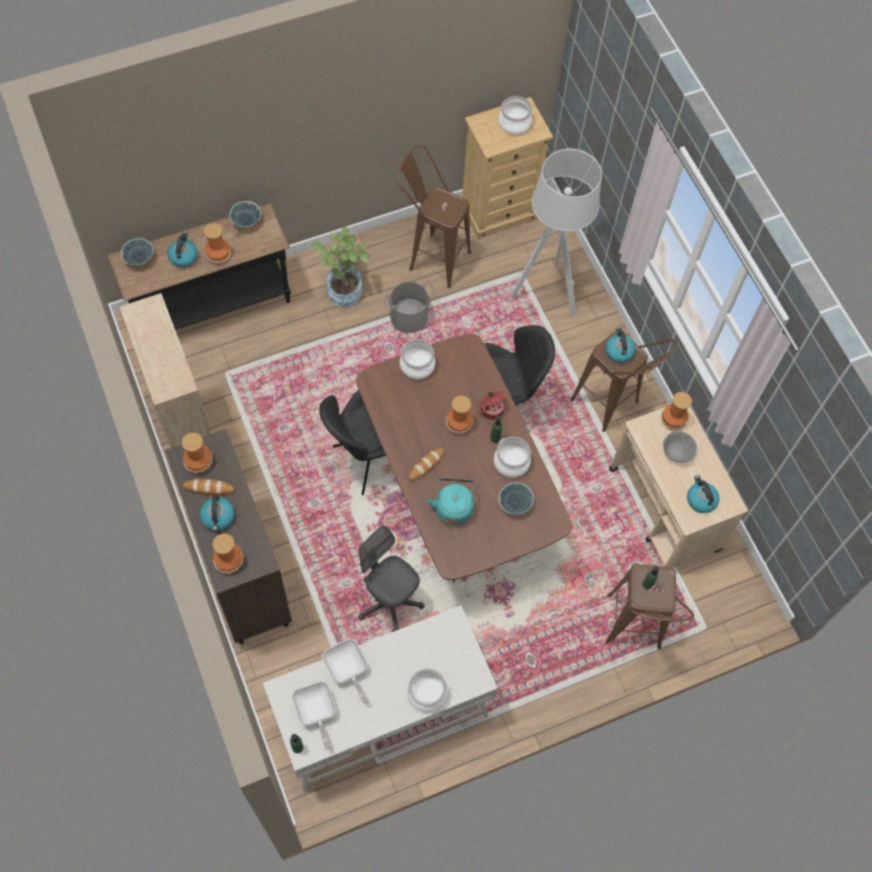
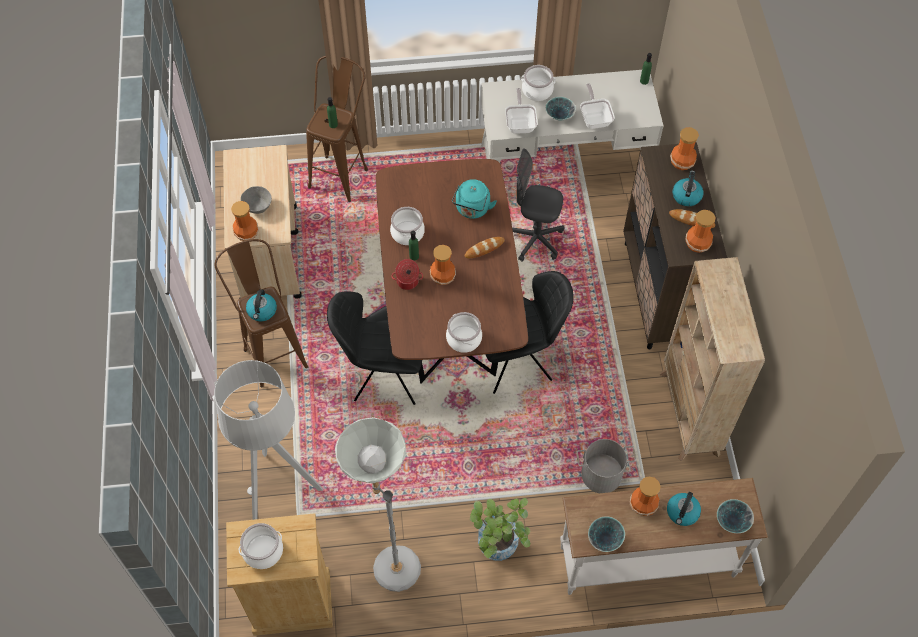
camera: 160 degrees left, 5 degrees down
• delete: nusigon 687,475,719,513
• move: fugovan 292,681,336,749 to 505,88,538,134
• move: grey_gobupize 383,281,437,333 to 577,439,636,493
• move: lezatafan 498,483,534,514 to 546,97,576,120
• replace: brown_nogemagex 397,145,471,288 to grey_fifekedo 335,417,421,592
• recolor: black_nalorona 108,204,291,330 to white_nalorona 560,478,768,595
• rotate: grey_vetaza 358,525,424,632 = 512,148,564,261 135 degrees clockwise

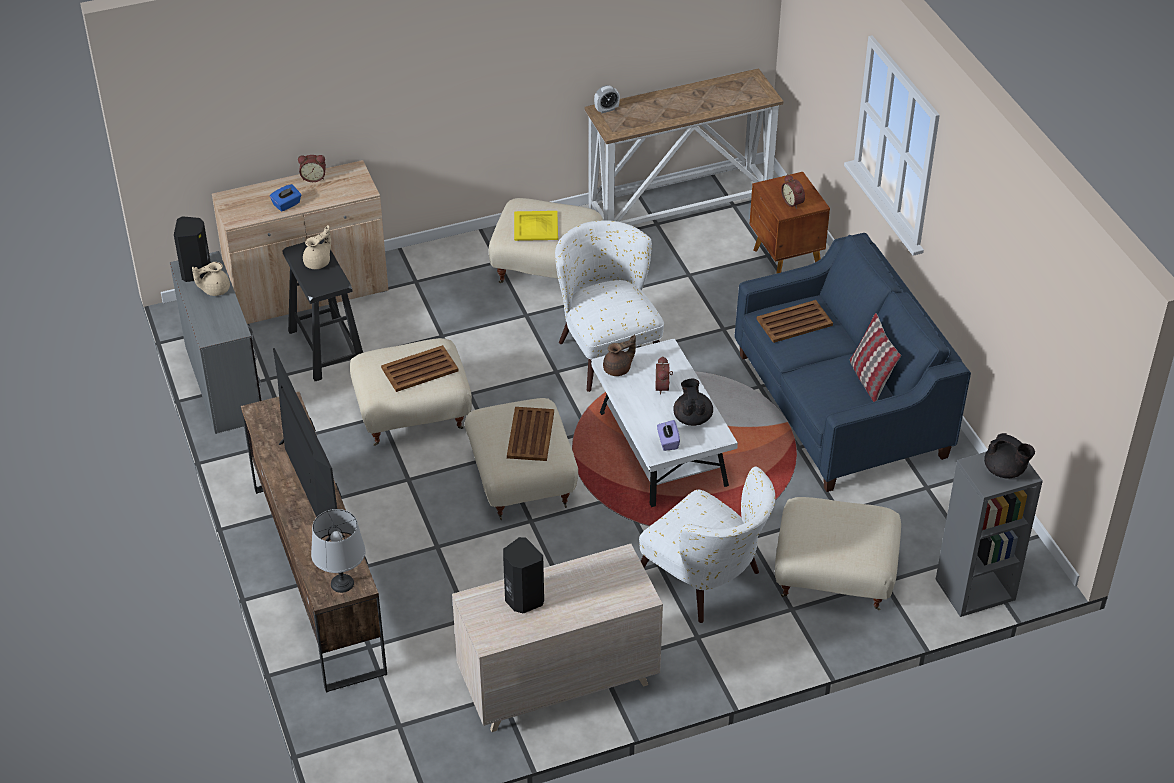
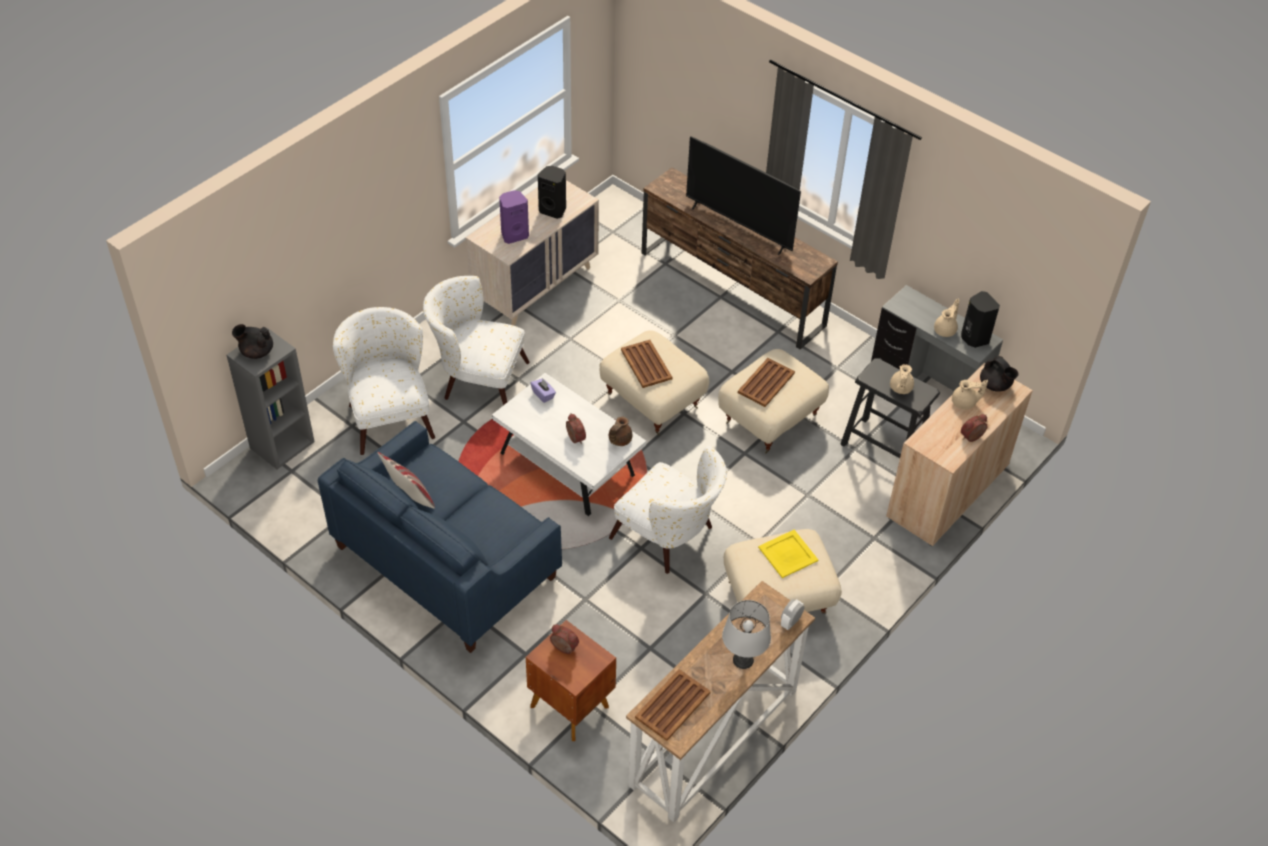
camera: 150 degrees right, 5 degrees up
• insert: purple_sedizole 499,190,529,244
• move: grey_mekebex 311,509,366,593 to 722,600,771,669
• move: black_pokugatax 673,379,713,426 to 980,356,1018,392
• move: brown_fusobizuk 757,300,833,343 to 635,669,711,741
• replace: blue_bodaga 270,184,301,212 to beige_pokugatax 952,380,988,409
• replace: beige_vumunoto 775,497,901,610 to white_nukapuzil 333,307,435,455

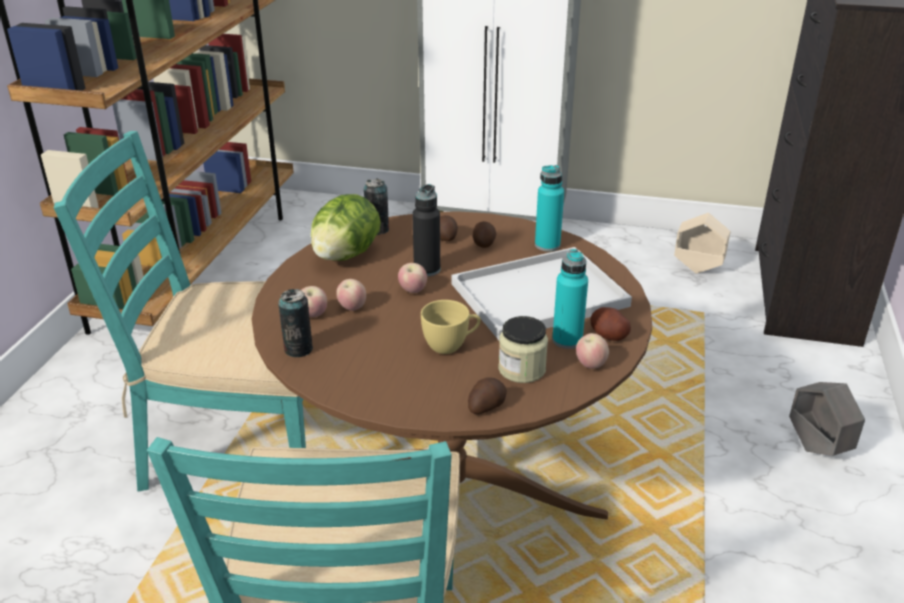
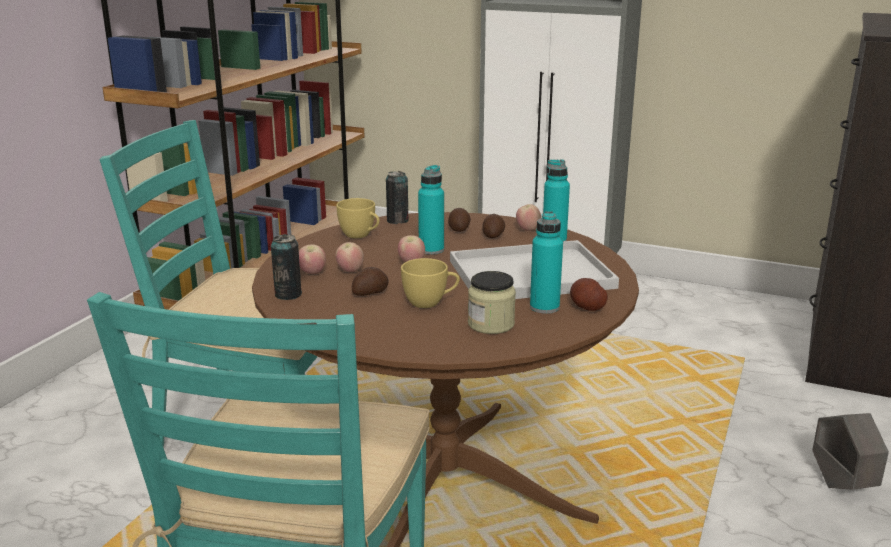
camera: 10 degrees right, 10 degrees down
• delete: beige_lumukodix 674,213,731,274
• move: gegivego 468,377,507,414 to 352,267,389,296
• move: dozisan 576,333,609,369 to 516,204,541,231
• replace: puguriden 311,194,381,261 to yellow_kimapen 336,198,380,238
• recolor: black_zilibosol 412,184,440,276 to turquoise_zilibosol 418,165,444,255

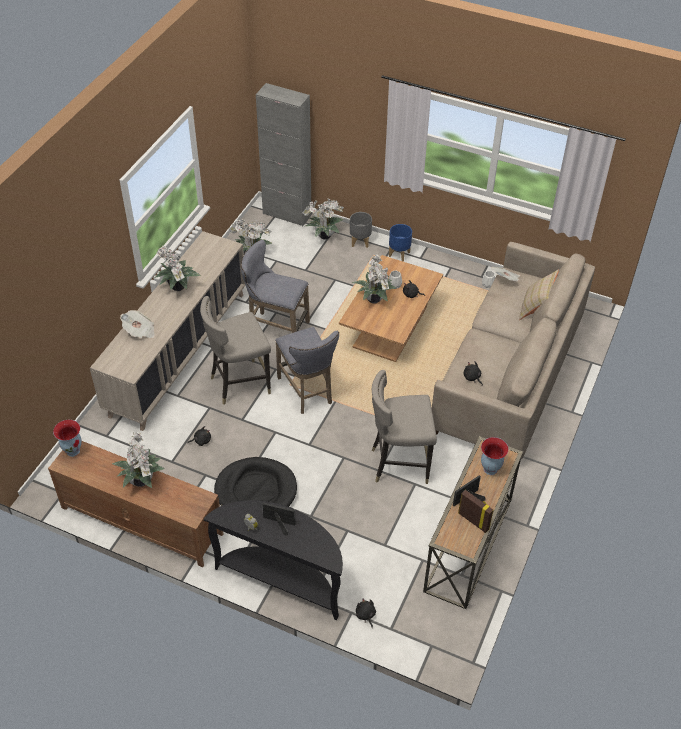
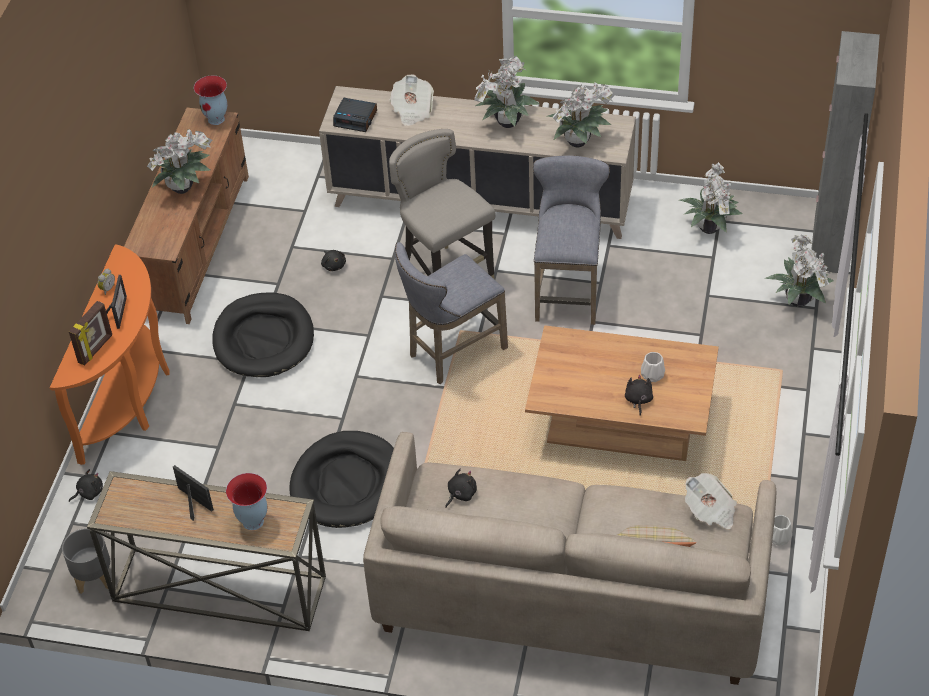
camera: 80 degrees right, 0 degrees up
• delete: blue_lumukodix 389,224,412,261
• insert: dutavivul 333,98,377,132
• move: grey_lumukodix 350,212,372,248 to 62,528,110,594
• move: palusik 352,255,396,304 to 548,83,615,148
• move: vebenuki 458,490,494,533 to 69,301,112,366
• replace: grey_nogemagex 372,370,437,484 to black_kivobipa 289,431,394,528
• recolor: black_nalorona 204,500,343,620 to orange_nalorona 50,244,169,465

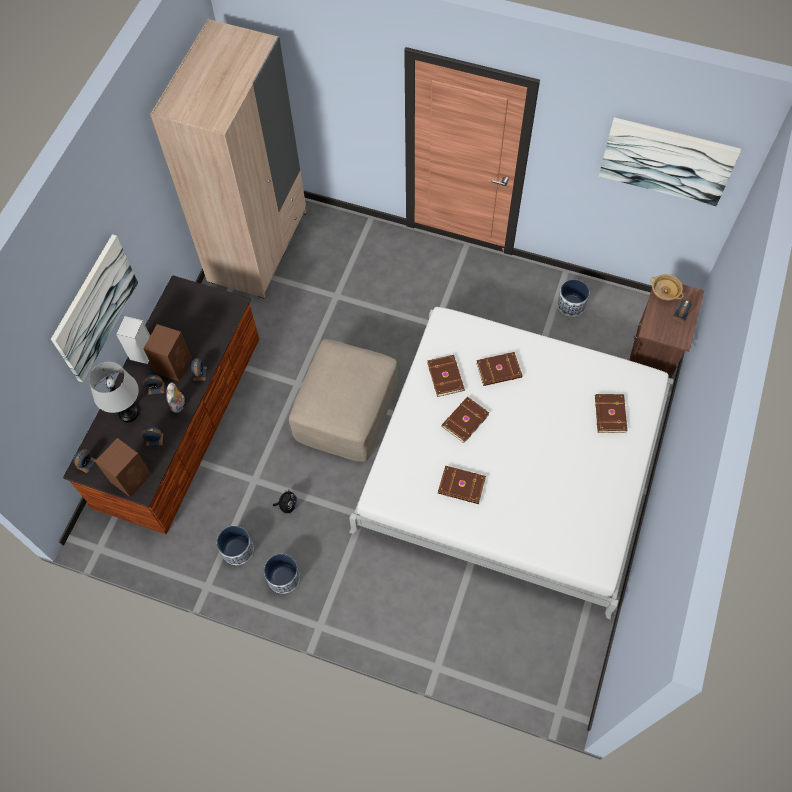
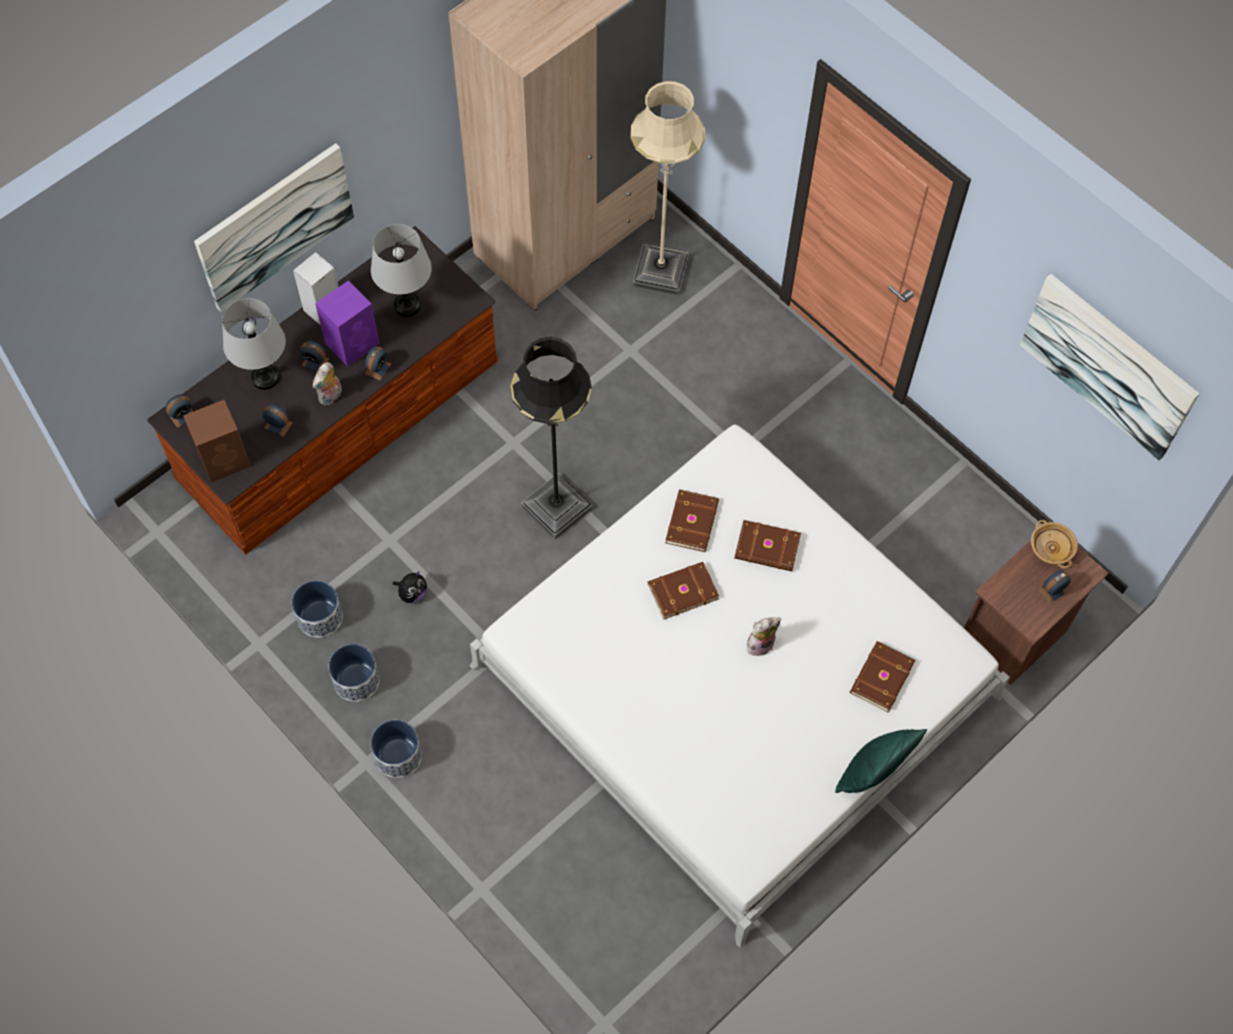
camera: 25 degrees right, 0 degrees up
• delete: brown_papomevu 438,466,486,504
• insert: grey_mekebex 371,224,432,317
• insert: beige_fifekedo 631,81,705,295
• insert: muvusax 747,617,781,656
• insert: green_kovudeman 835,729,927,793
• move: lumukodix 557,279,589,317 to 371,720,422,778
• replace: beige_vumunoto 289,339,398,462 to black_fifekedo 510,337,593,539
• recolor: brown_sedizole 143,324,192,381 to purple_sedizole 315,280,380,367

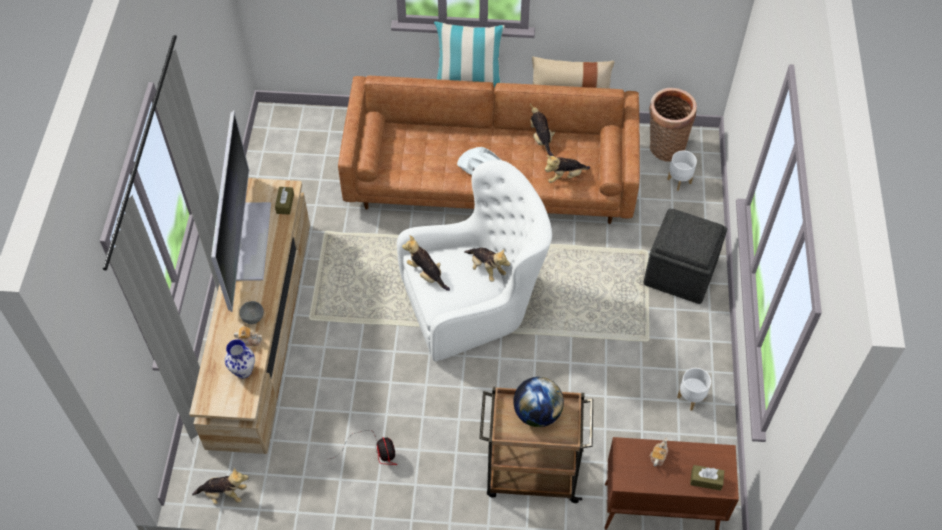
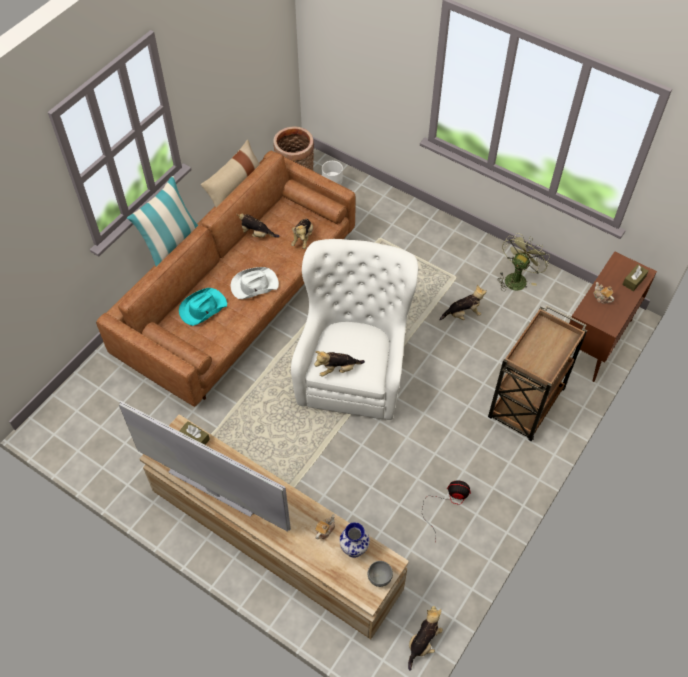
camera: 60 degrees left, 0 degrees up
• delete: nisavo 513,377,564,427
• delete: grey_vumunoto 643,209,727,304
• insert: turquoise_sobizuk 179,288,227,326
• move: grey_lezatafan 239,301,264,324 to 368,561,393,587
• move: muvusax 464,248,510,282 to 439,285,487,321
• replace: white_lumukodix 677,368,711,411 to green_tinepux 497,233,550,291

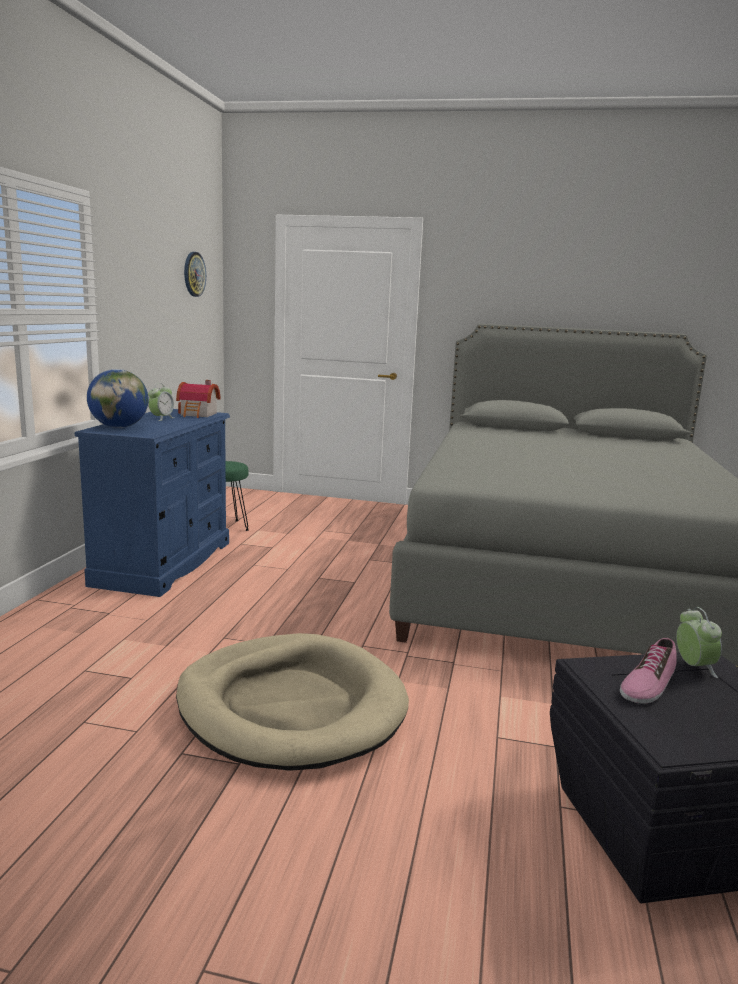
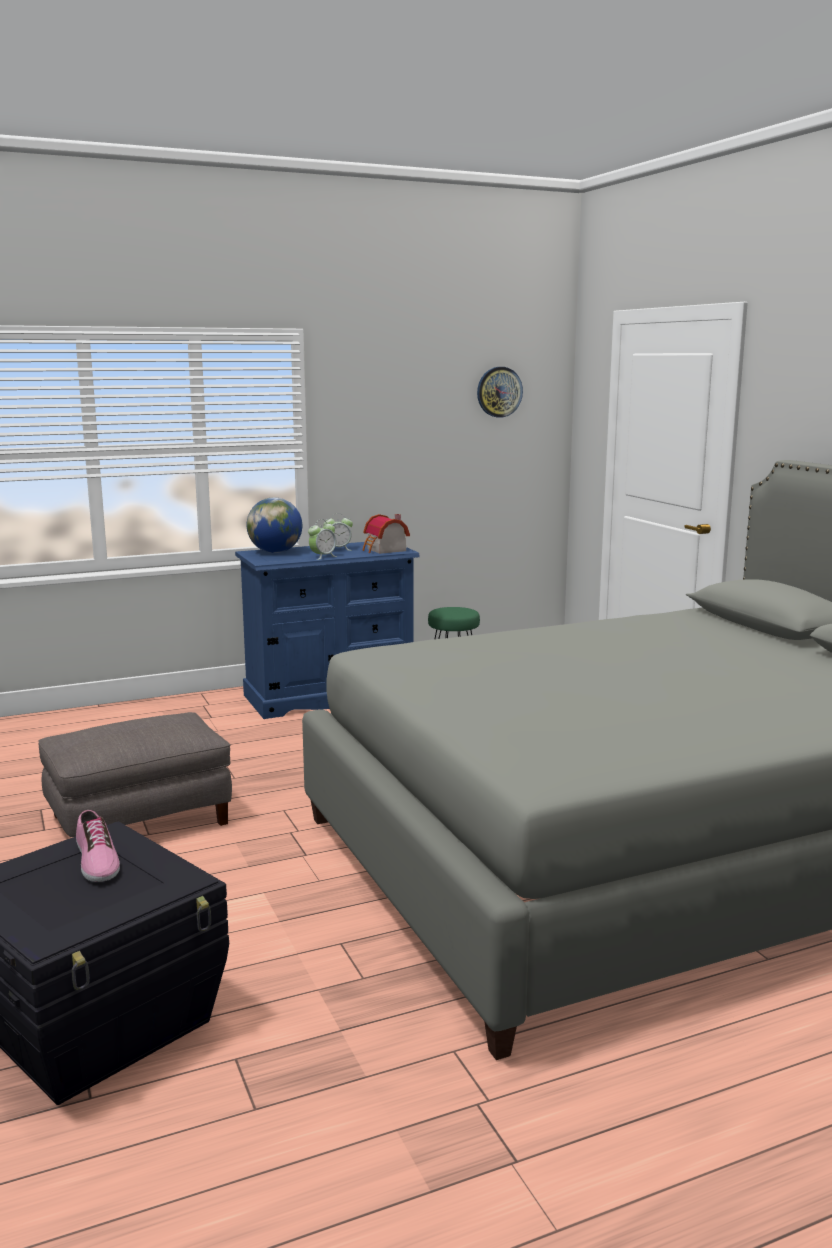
camera: 55 degrees right, 0 degrees up
• move: dutavivul 676,607,722,678 to 308,520,337,560
• replace: beige_kivobipa 176,633,409,771 to grey_vumunoto 39,712,232,837
• rotate: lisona 620,638,677,704 = 76,810,120,882 120 degrees counterclockwise

